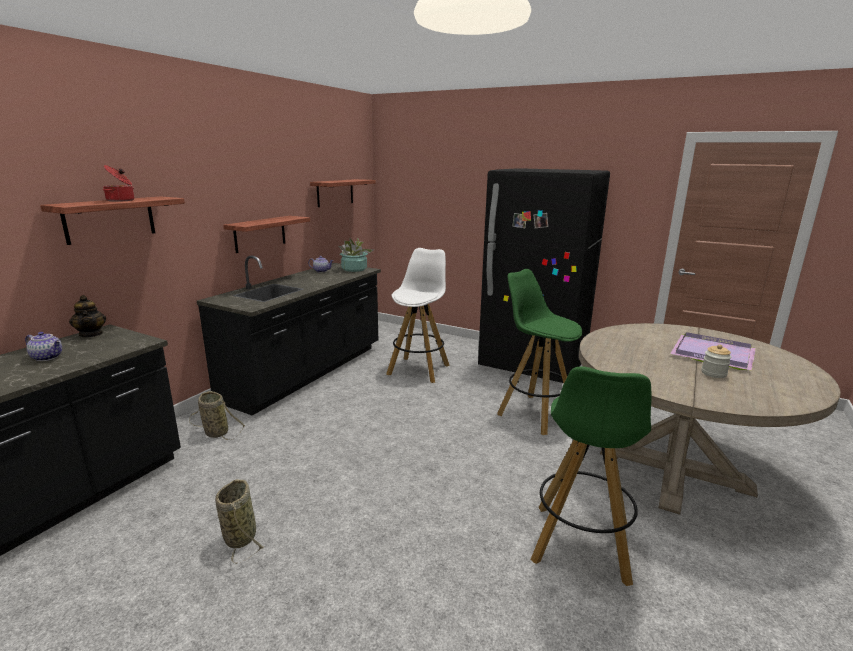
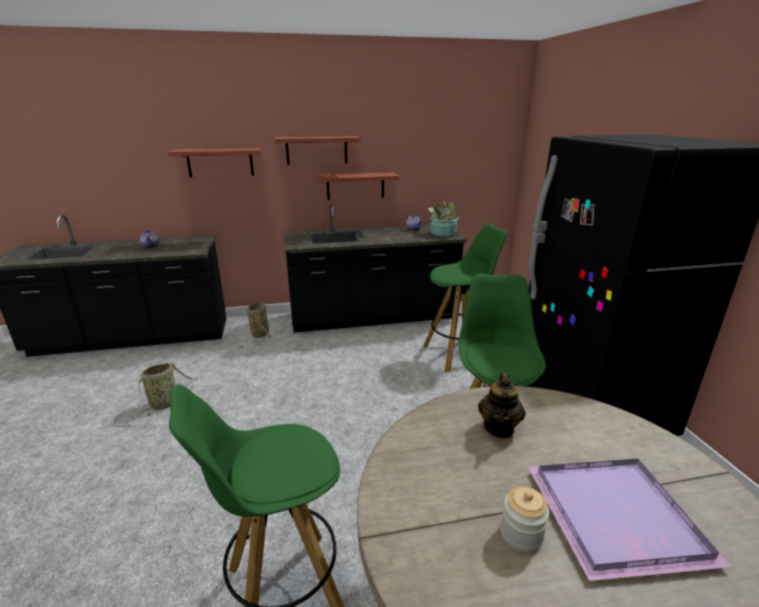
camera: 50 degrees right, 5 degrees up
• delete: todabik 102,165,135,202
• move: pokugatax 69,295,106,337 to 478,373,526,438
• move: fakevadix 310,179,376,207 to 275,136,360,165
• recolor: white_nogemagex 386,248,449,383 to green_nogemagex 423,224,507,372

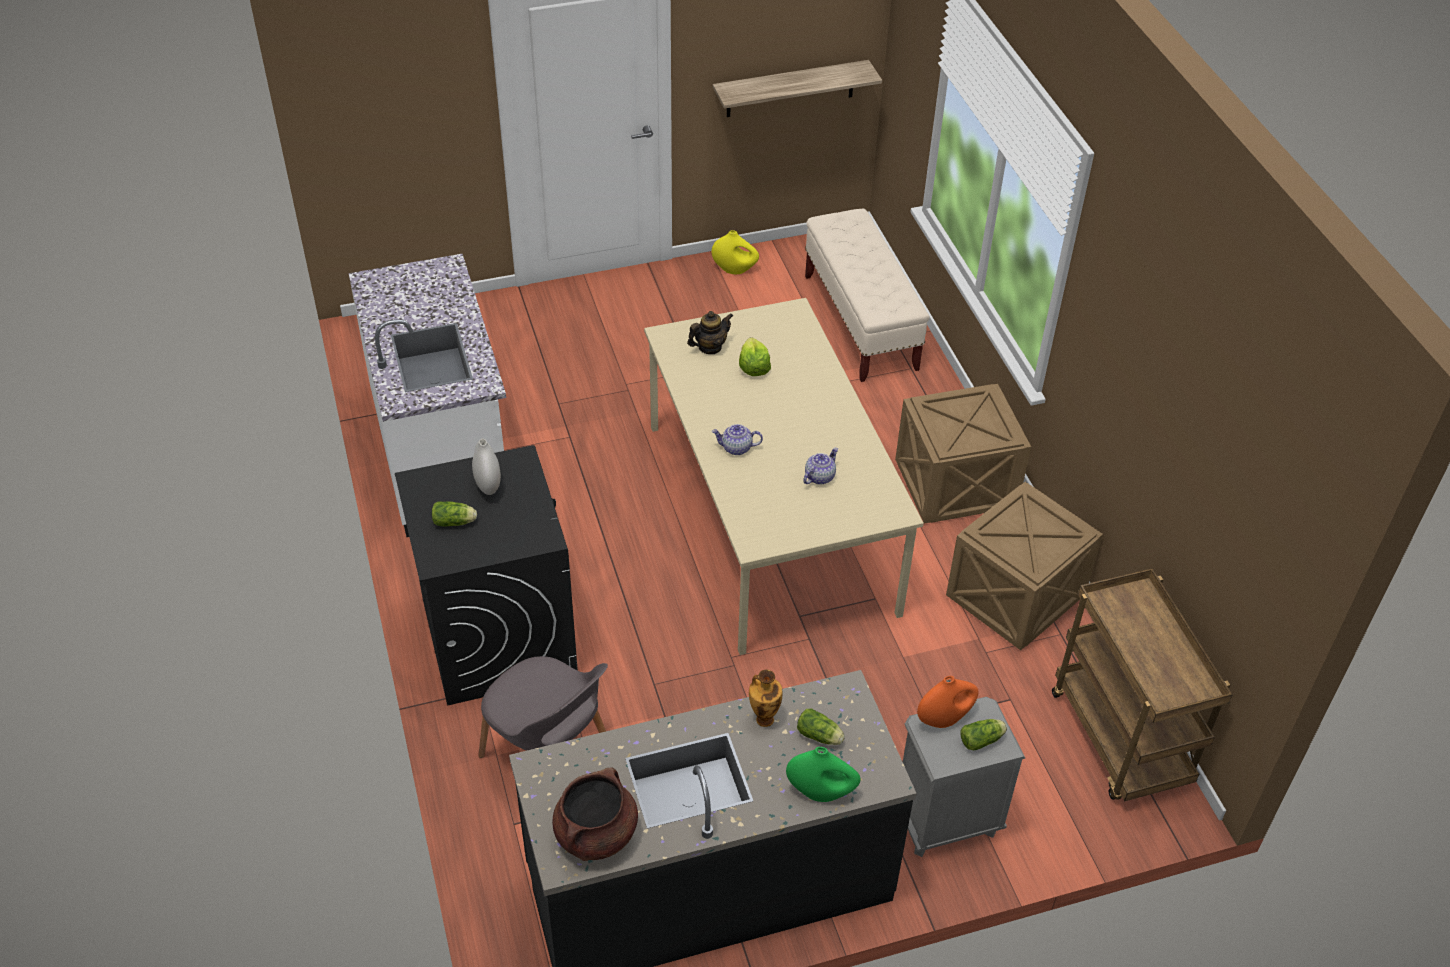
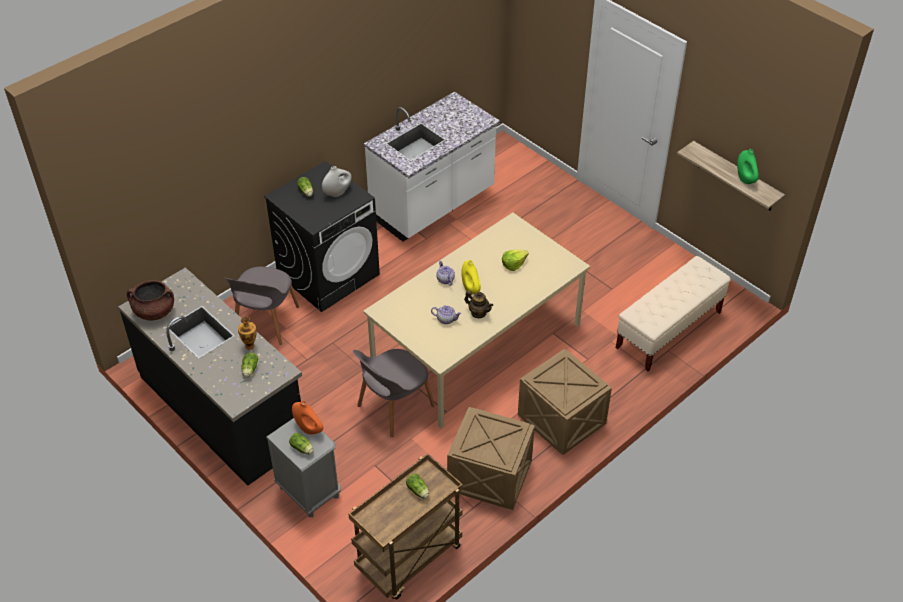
camera: 65 degrees right, 0 degrees up
• insert: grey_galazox 353,349,435,437
• insert: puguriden 406,474,429,499
• move: pokugatax 687,311,733,354 to 464,290,493,318
• move: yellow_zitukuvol 711,230,759,274 to 461,260,481,294
• move: green_zitukuvol 786,747,861,802 to 737,149,759,184

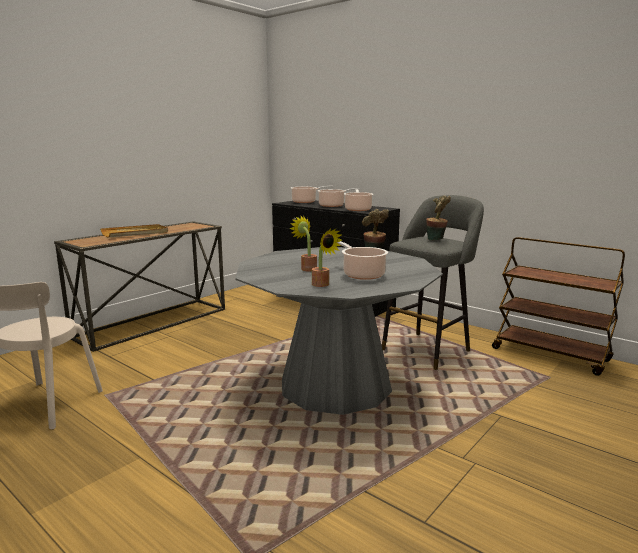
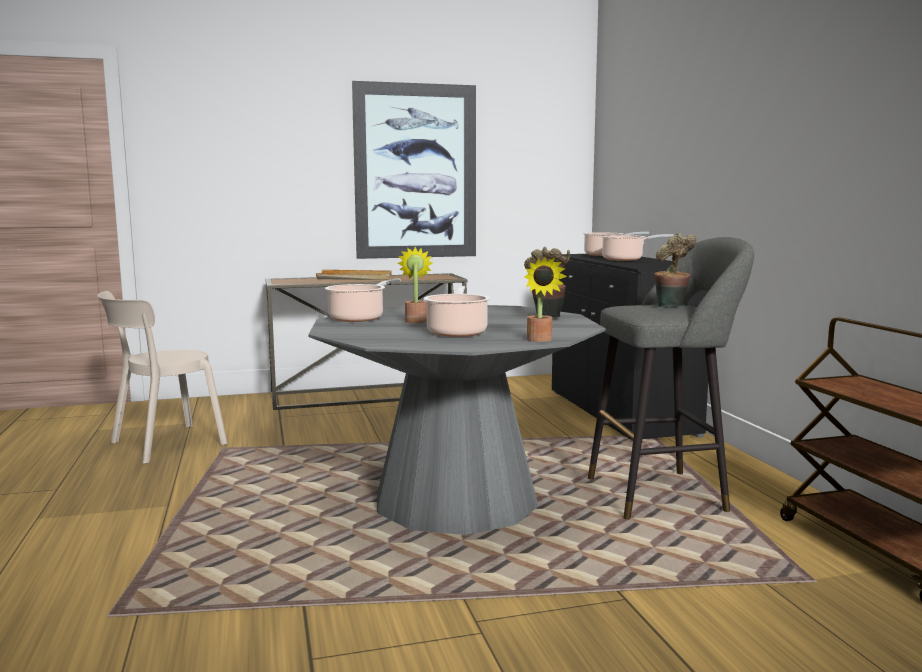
camera: 35 degrees right, 5 degrees down
• insert: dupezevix 352,81,476,259
• move: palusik 312,229,342,287 to 524,257,567,342
• move: todabik 344,189,373,211 to 325,278,401,322

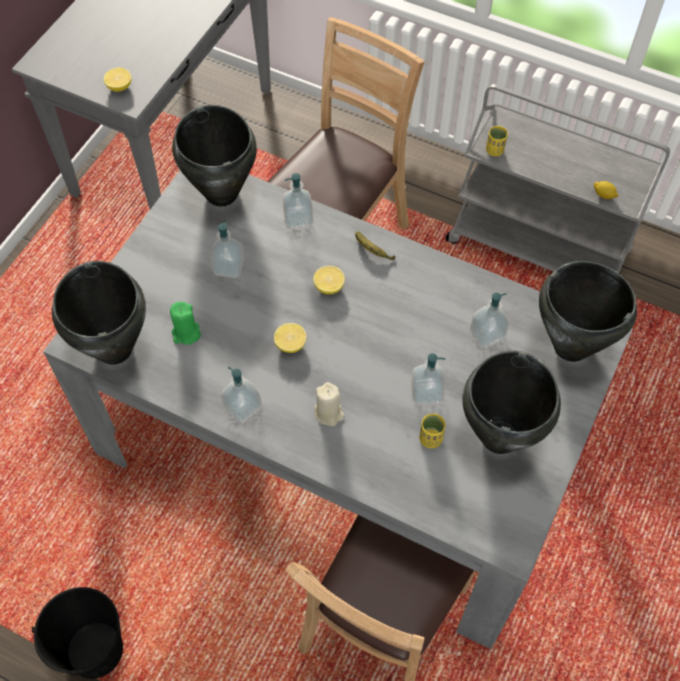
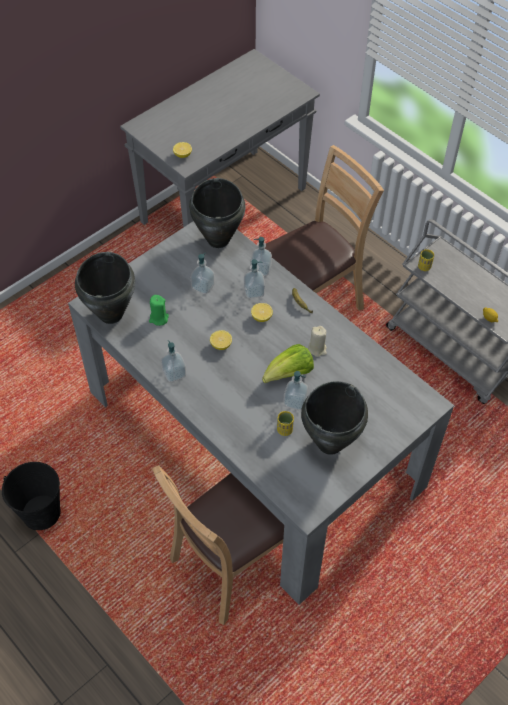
camera: 20 degrees right, 5 degrees down
• delete: black_todabik 539,261,637,362
• insert: puguriden 262,344,314,383
• move: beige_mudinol 314,382,345,426 to 308,326,327,357
• move: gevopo 470,293,509,348 to 244,259,265,298

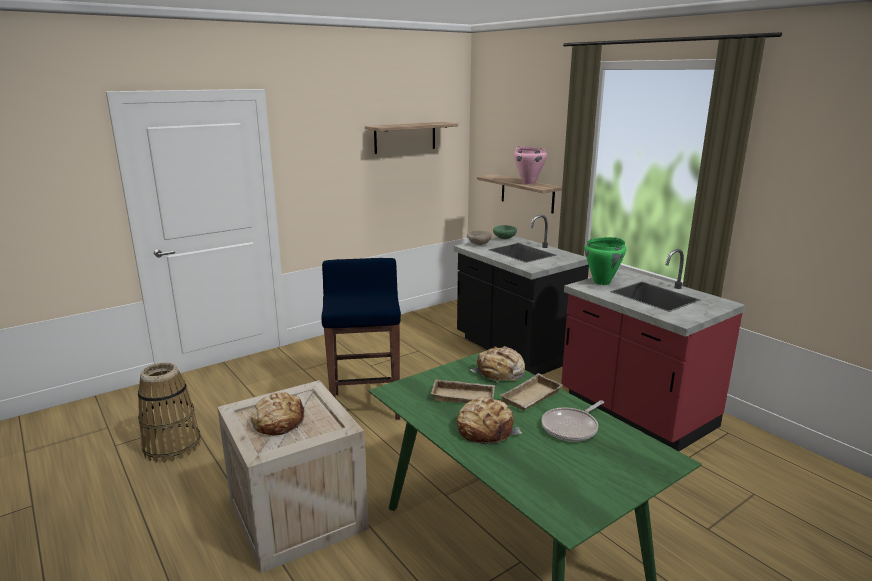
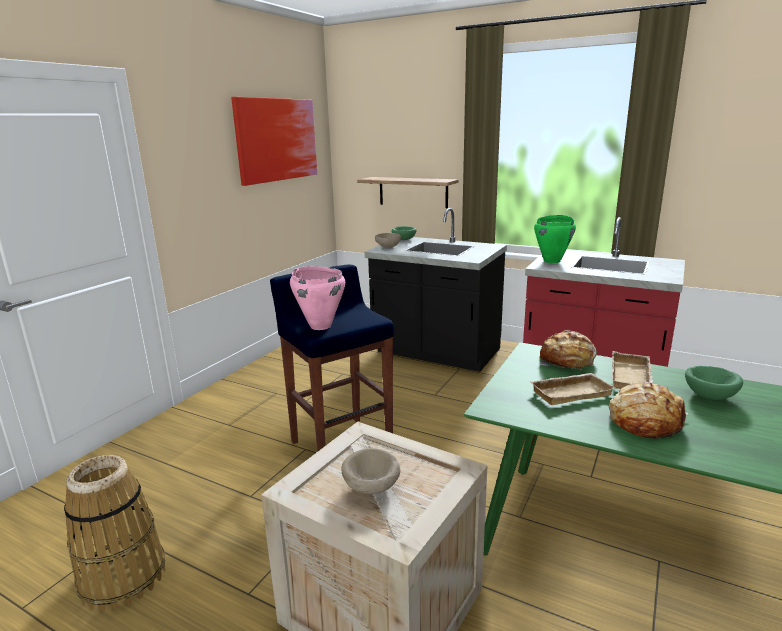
camera: 25 degrees left, 0 degrees up
• move: pink_todabik 514,146,547,184 to 290,266,345,330
• replace: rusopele 251,392,306,435 to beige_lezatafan 341,448,400,494
• replace: fakevadix 365,122,458,154 to dupezevix 231,97,318,186
• replace: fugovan 542,400,604,442 to green_lezatafan 685,366,743,400

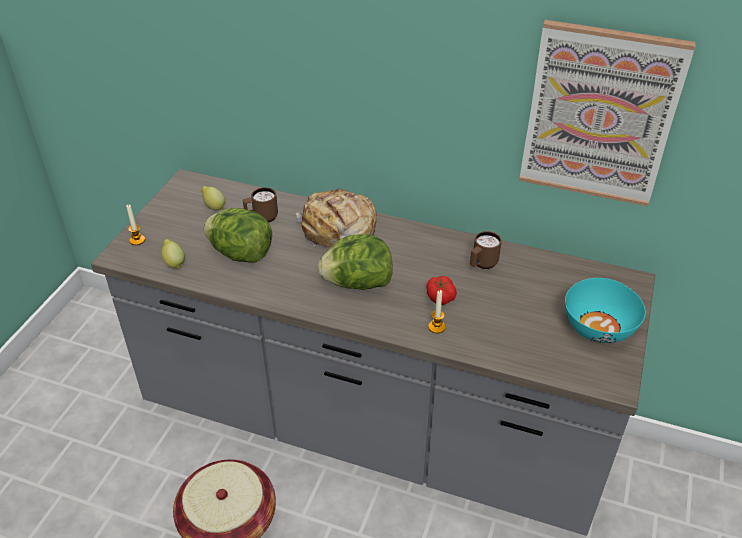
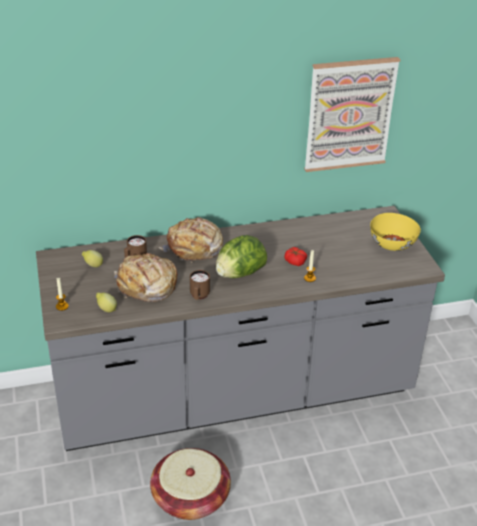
camera: 35 degrees left, 5 degrees down
• move: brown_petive 470,231,502,269 to 190,270,210,300
• replace: puguriden 203,208,272,263 to rusopele 114,253,177,302
• recolor: turquoise_lezatafan 565,278,646,343 to yellow_lezatafan 370,213,421,251

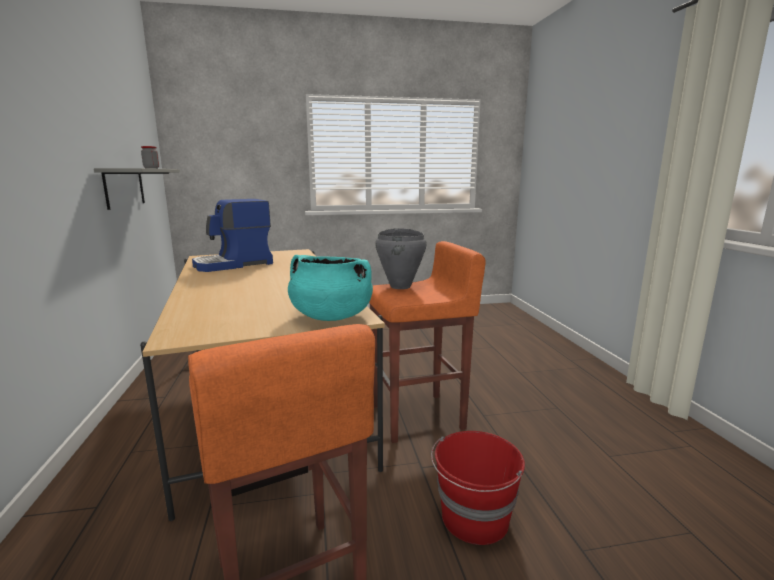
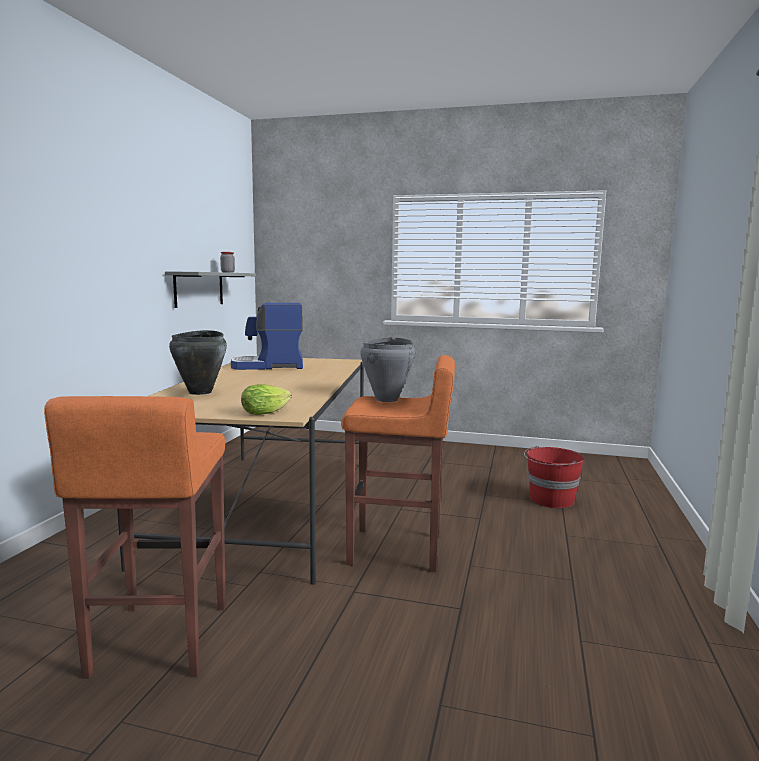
camera: 25 degrees right, 5 degrees down
• insert: black_todabik 169,330,227,395
• move: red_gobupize 431,431,525,545 to 524,446,584,508
• replace: turquoise_todabik 288,255,373,321 to puguriden 241,384,292,415

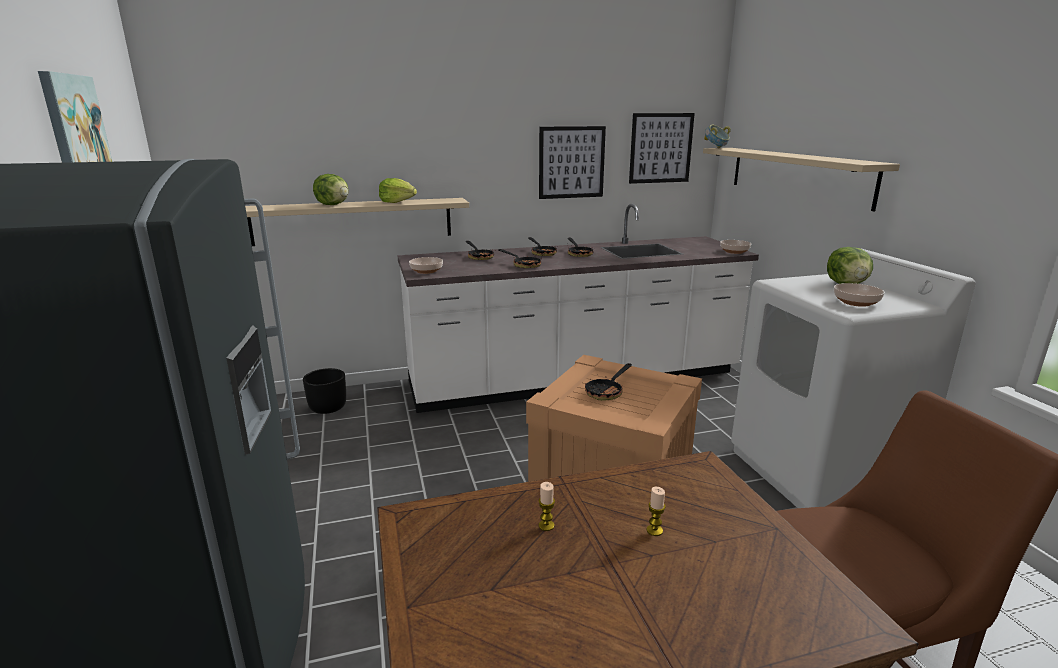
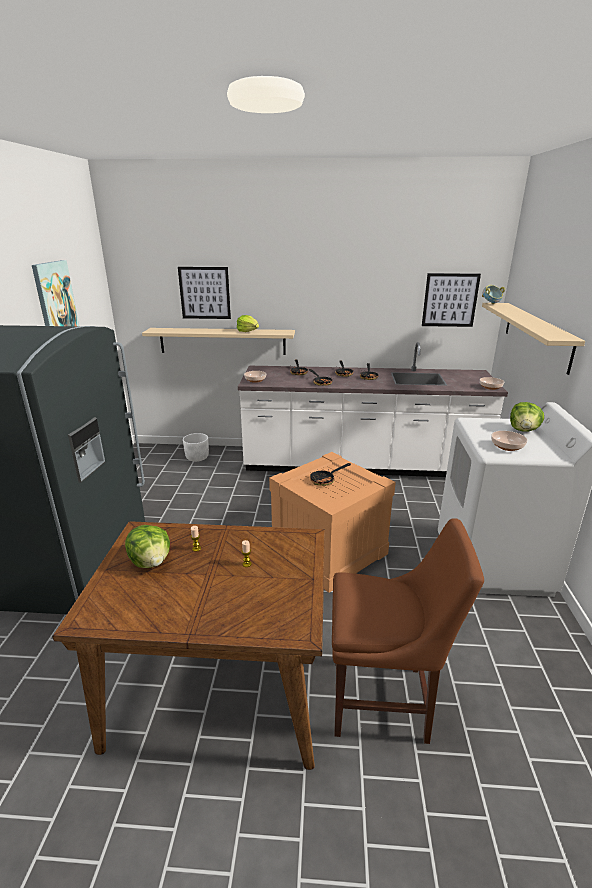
camera: 20 degrees right, 5 degrees up
• move: puguriden 313,174,349,205 to 125,525,170,568
• move: dupezevix 539,126,606,199 to 178,267,231,319
• recolor: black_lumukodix 303,368,346,414 to white_lumukodix 183,433,209,462

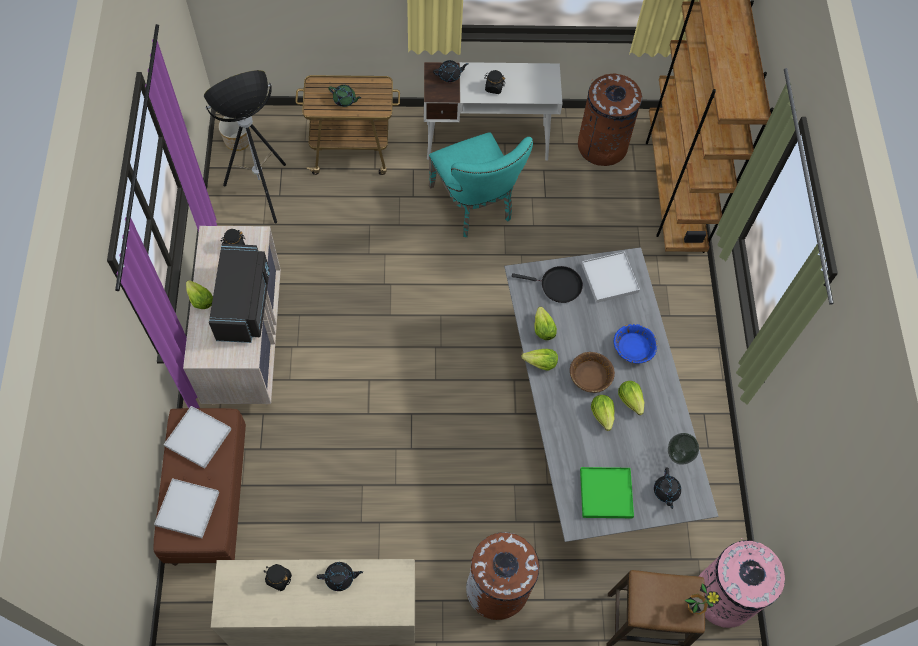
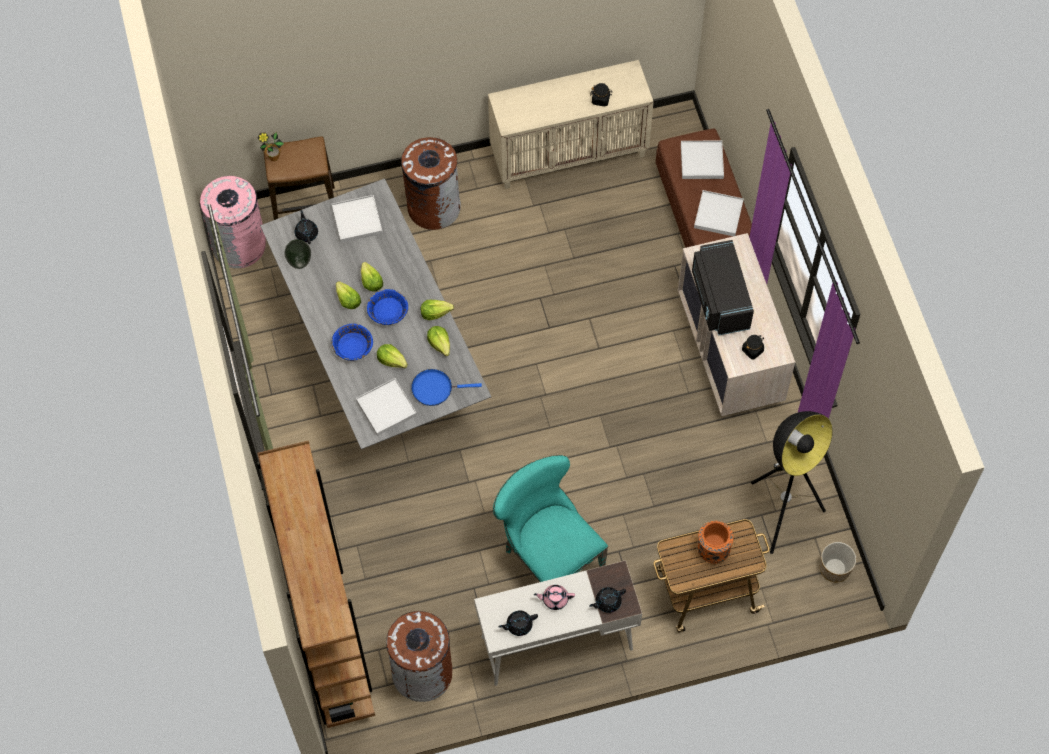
camera: 170 degrees right, 0 degrees up
• move: puguriden 186,280,213,309 to 377,344,408,368
• move: black_pokugatax 317,562,363,591 to 498,611,538,636
• replace: green_pokugatax 329,85,361,107 to orange_zitukuvol 698,521,734,564
• replace: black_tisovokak 484,70,505,94 to pink_pokugatax 534,585,575,610
• recolor: black_fugovan 512,266,583,303 to blue_fugovan 411,369,482,406
• recolor: brown_lezatafan 570,352,615,393 to blue_lezatafan 367,289,408,325
• recolor: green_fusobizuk 580,467,634,518 to white_fusobizuk 332,195,383,243

